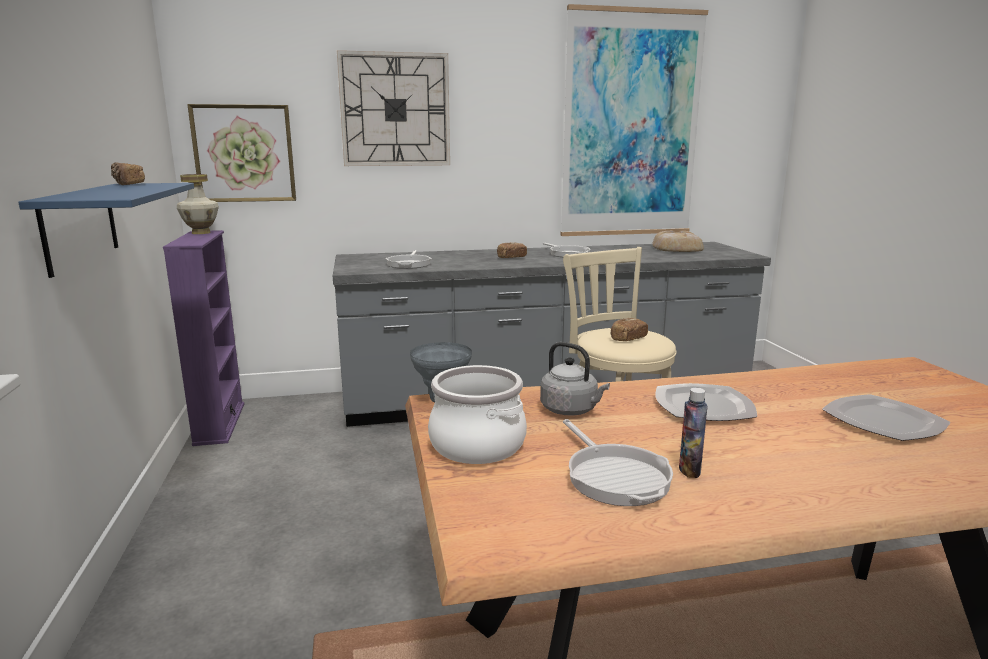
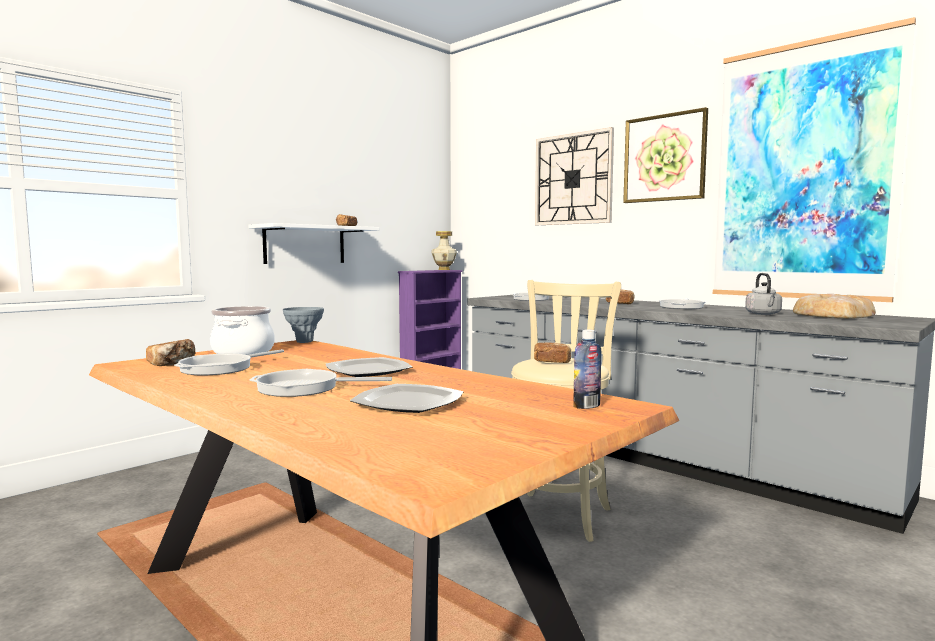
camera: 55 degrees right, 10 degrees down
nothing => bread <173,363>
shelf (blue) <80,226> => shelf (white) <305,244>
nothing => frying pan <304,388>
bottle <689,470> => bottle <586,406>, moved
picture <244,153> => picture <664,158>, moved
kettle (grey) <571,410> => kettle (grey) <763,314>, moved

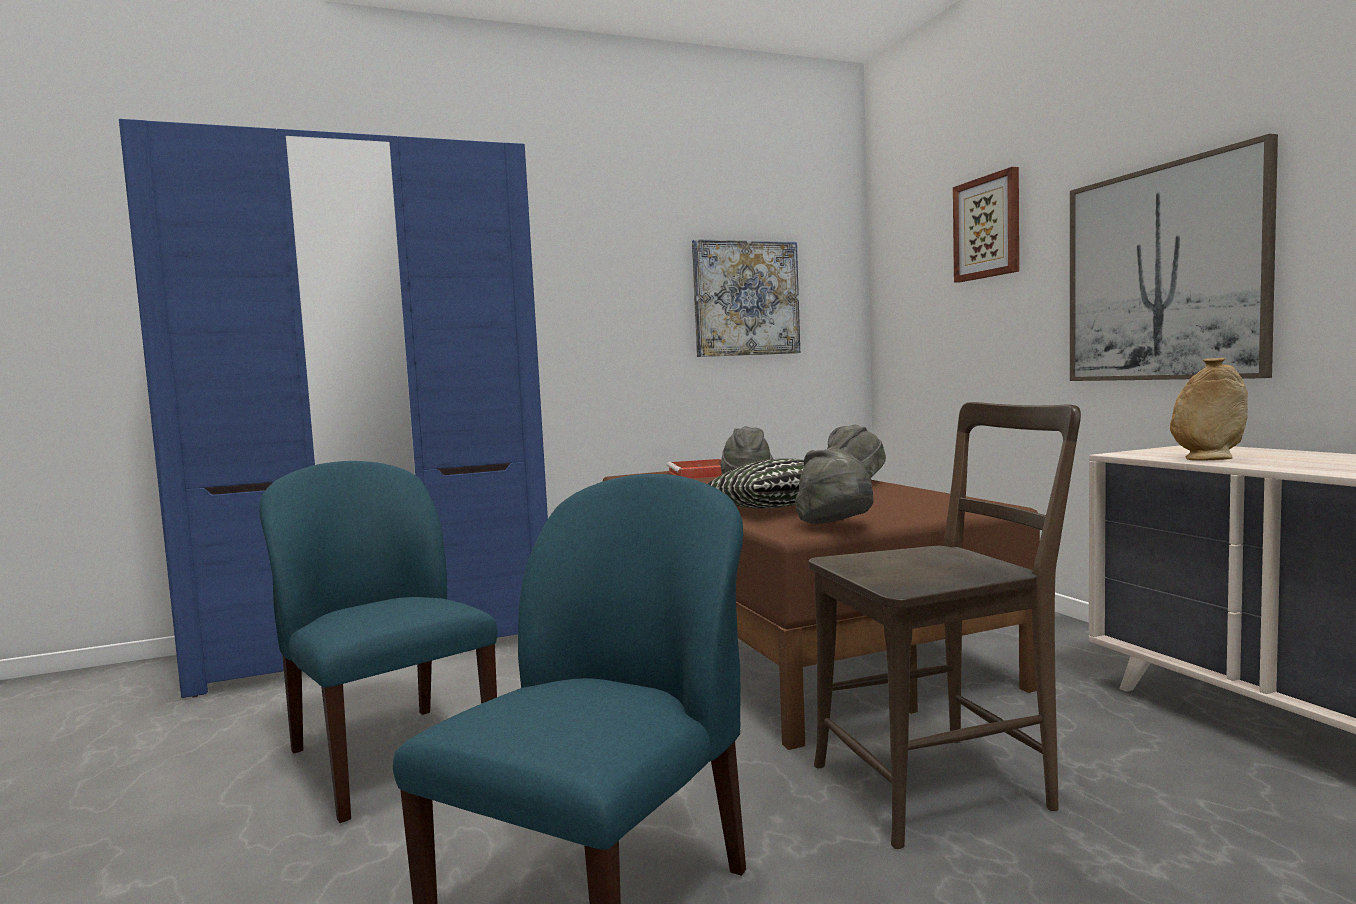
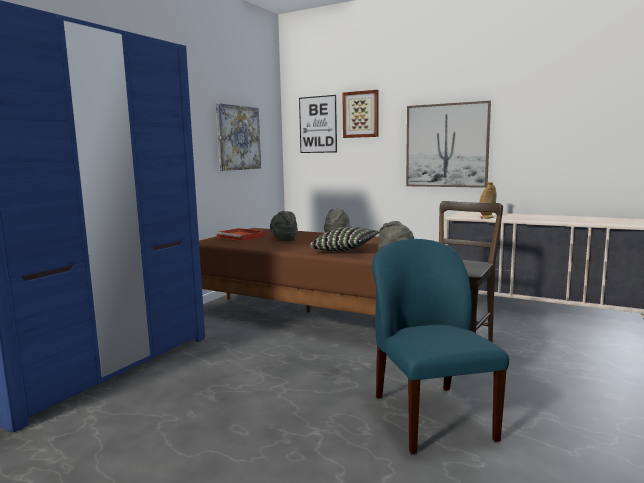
camera: 40 degrees left, 5 degrees up
nothing => picture <318,124>
chair (blue) <389,757> => nothing

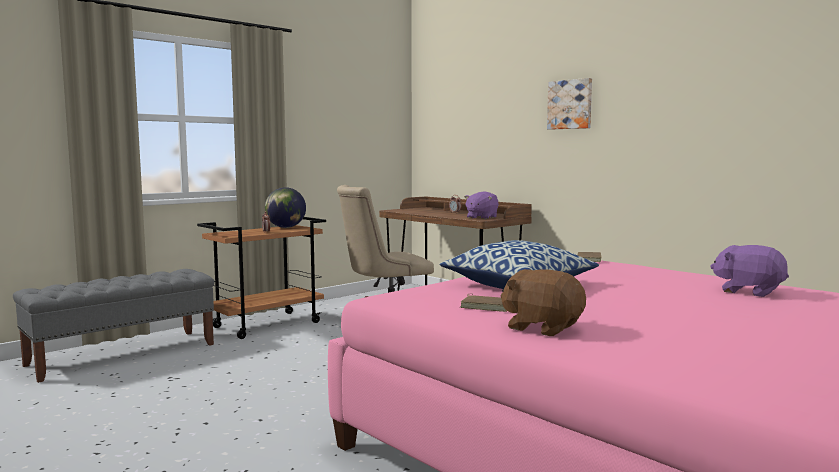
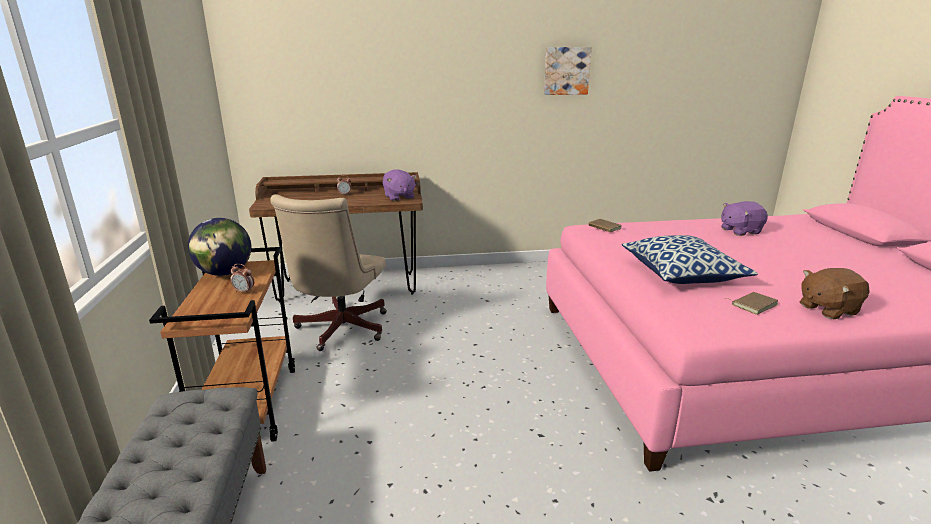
camera: 55 degrees left, 15 degrees up
picture <570,104> => picture <566,70>, moved

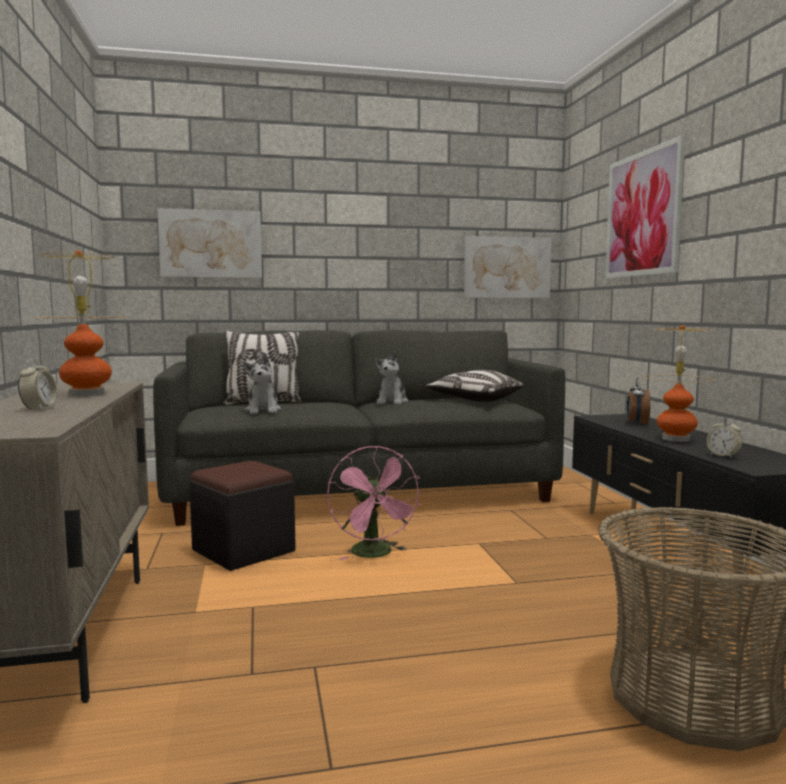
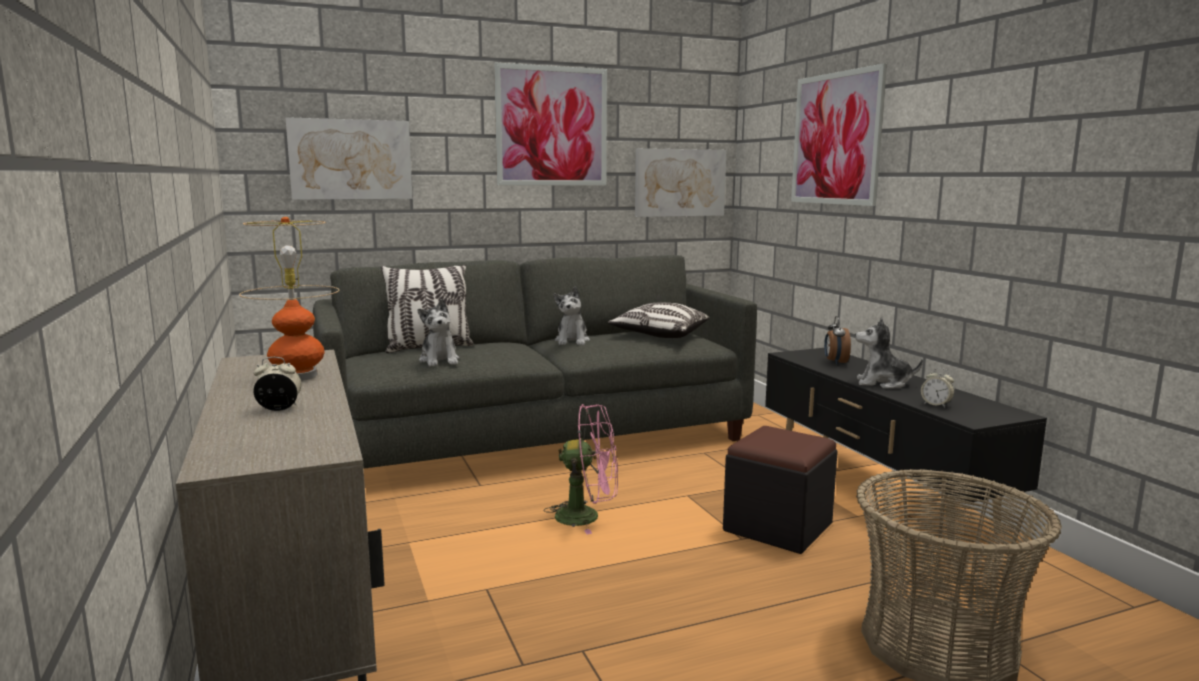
camera: 10 degrees left, 5 degrees up
alarm clock <39,408> => alarm clock <279,408>, 90 degrees counterclockwise
nothing => picture <552,126>
fan (pink) <375,554> => fan (pink) <587,516>, 60 degrees counterclockwise
ottoman (black) <243,550> => ottoman (black) <778,527>, moved
table lamp <676,439> => plush toy <883,383>

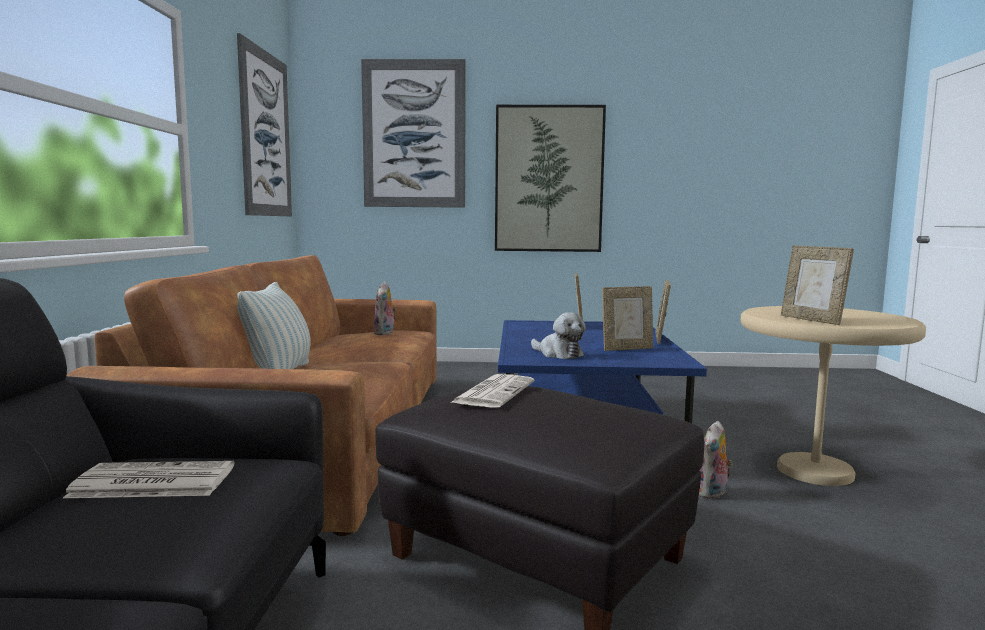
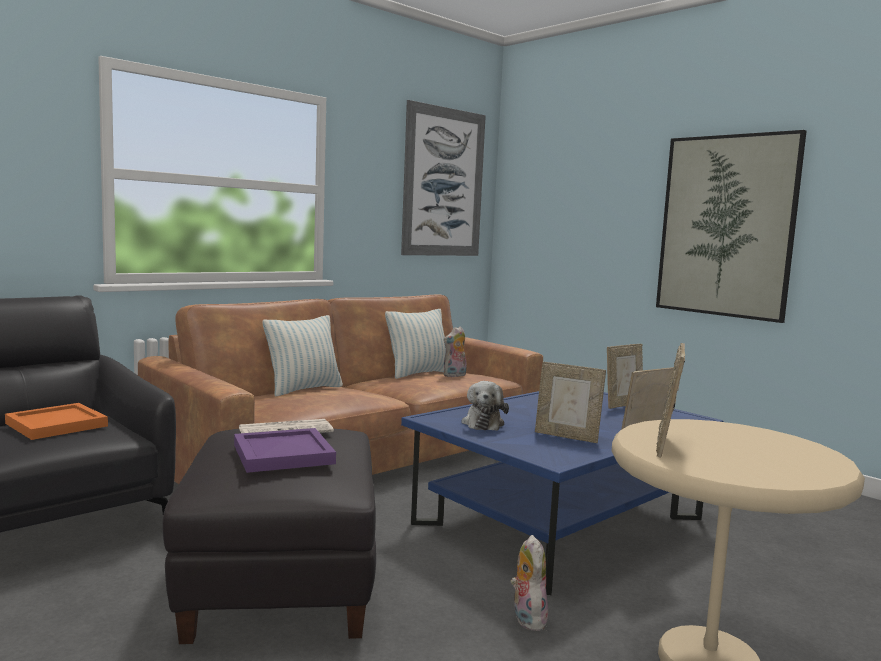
camera: 45 degrees right, 0 degrees up
newspaper <151,482> => tray (orange) <55,425>
nothing => tray (purple) <285,454>
nothing => pillow <418,373>
plush toy <713,494> => plush toy <526,618>, 90 degrees clockwise
picture <414,134> => nothing

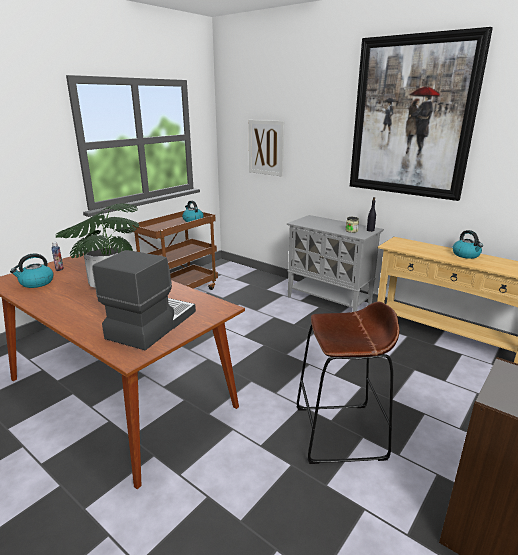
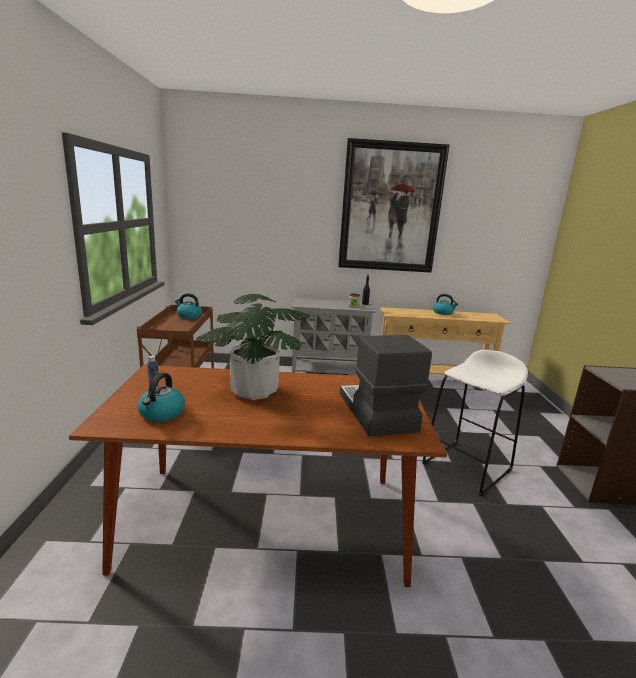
camera: 40 degrees left, 5 degrees down
stool (brown) <340,433> => stool (white) <467,467>
picture <266,147> => nothing

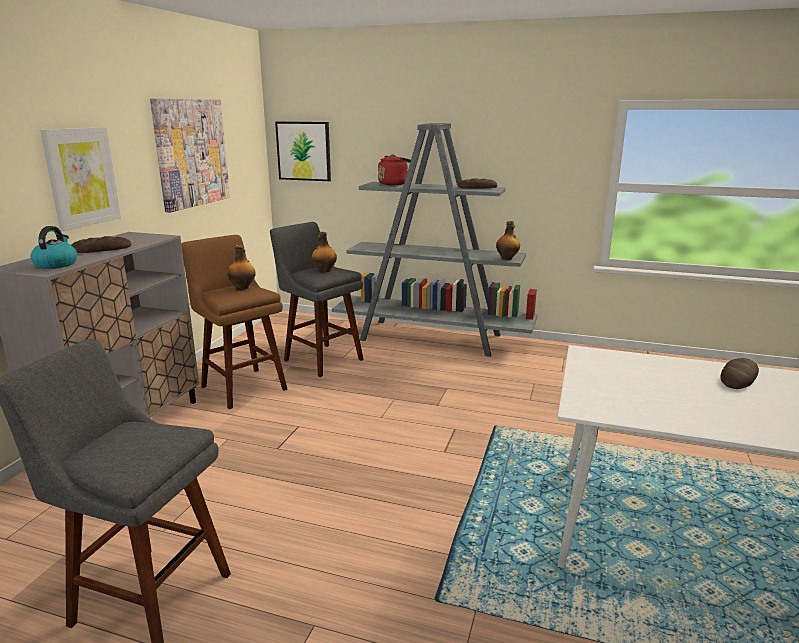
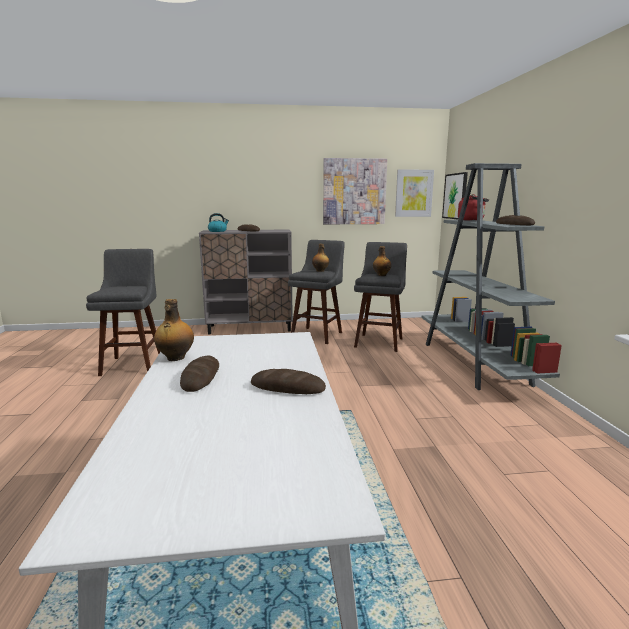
camera: 65 degrees right, 5 degrees down
bottle <507,258> => bottle <175,358>, moved
nothing => bread <200,377>
stool (brown) <241,386> => stool (grey) <317,334>
picture <82,177> => picture <414,193>, moved

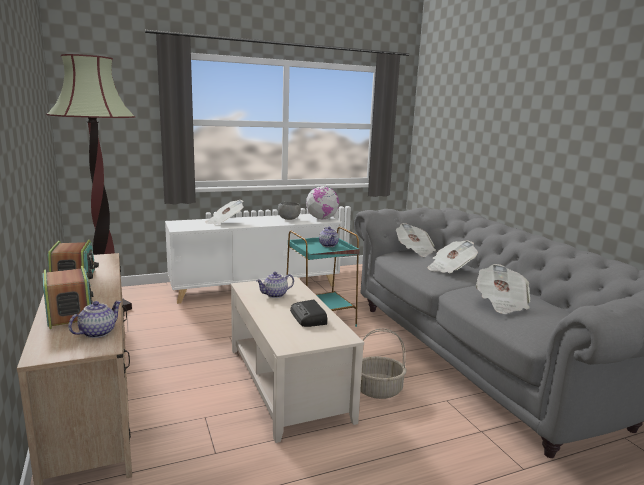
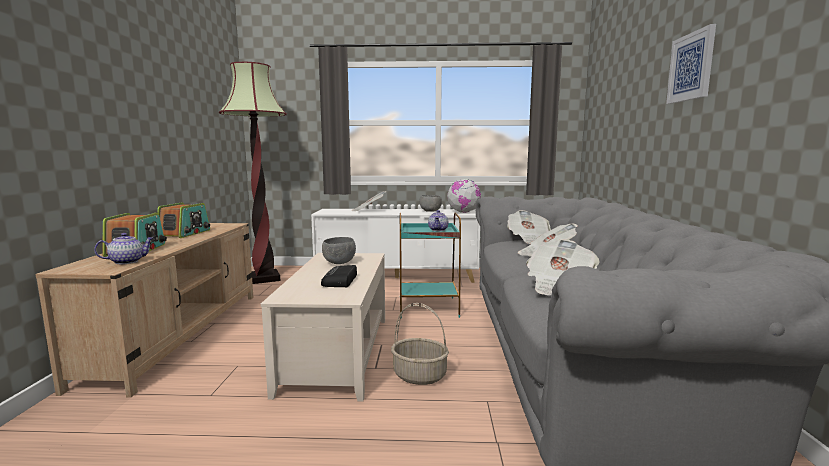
camera: 25 degrees right, 5 degrees down
teapot <275,295> => bowl (grey) <340,263>
nothing => picture <691,67>

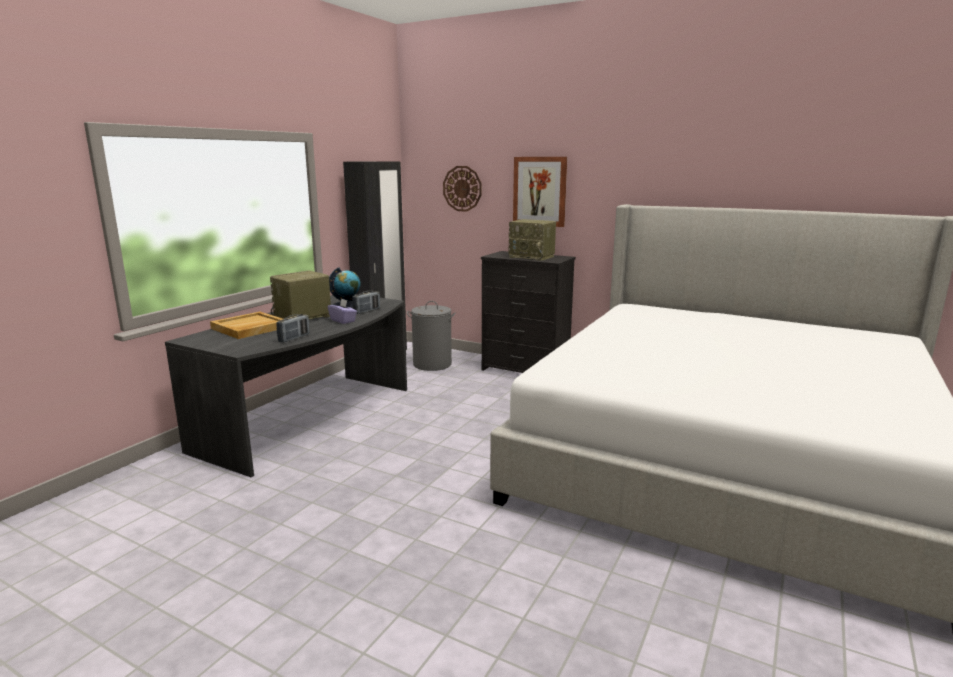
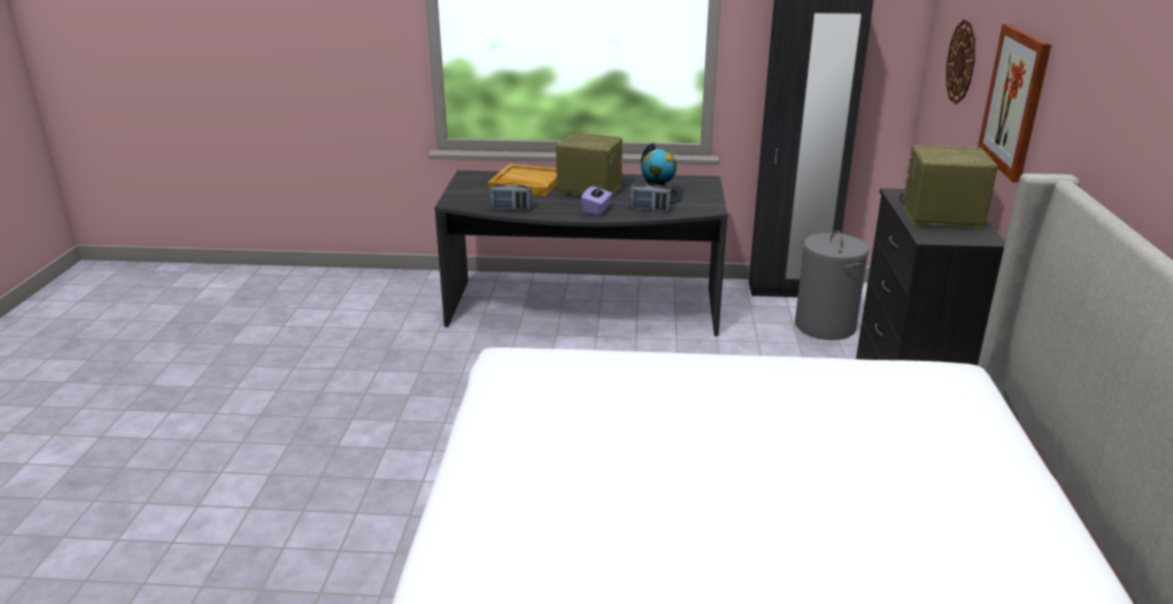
camera: 65 degrees right, 10 degrees up
radio <532,257> => radio <940,218>, 90 degrees clockwise

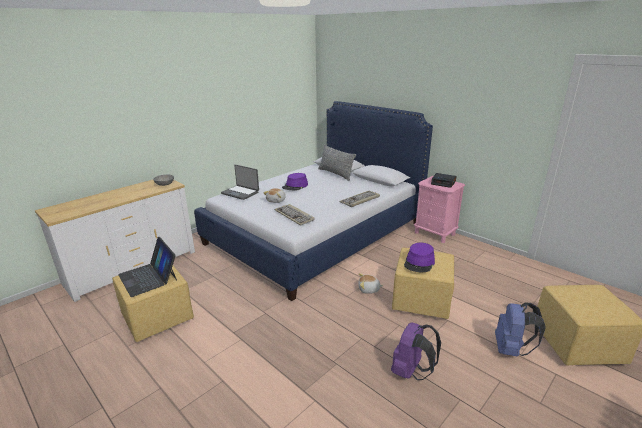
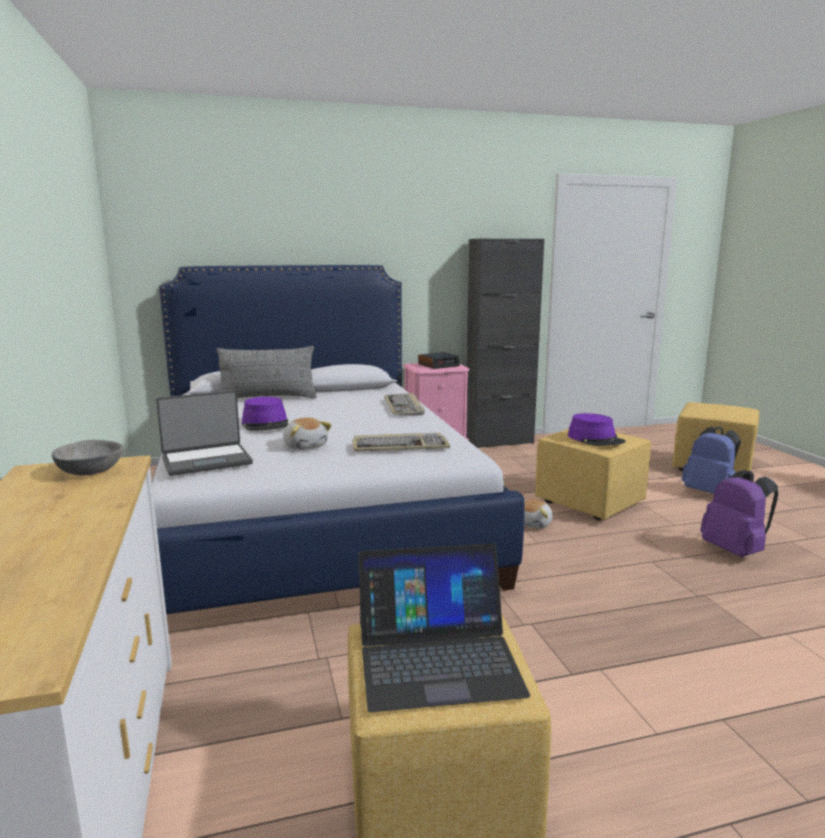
camera: 60 degrees left, 10 degrees down
nothing => cabinet (black) <499,442>

